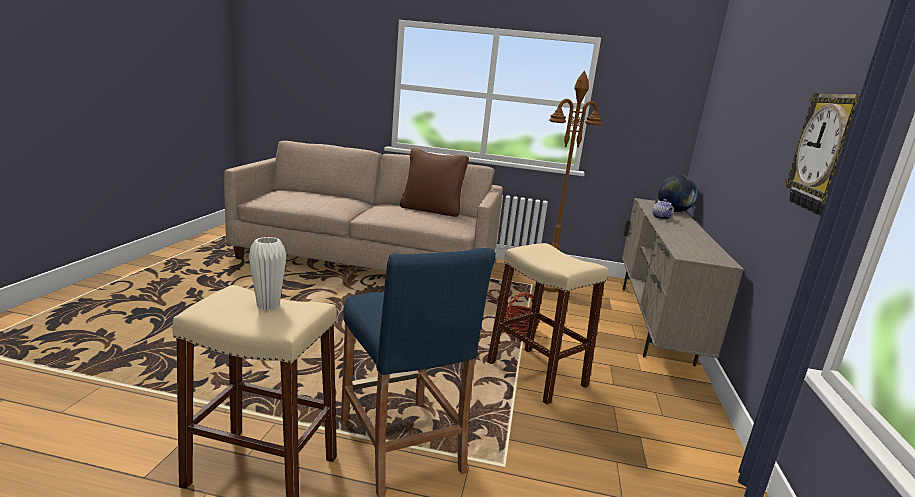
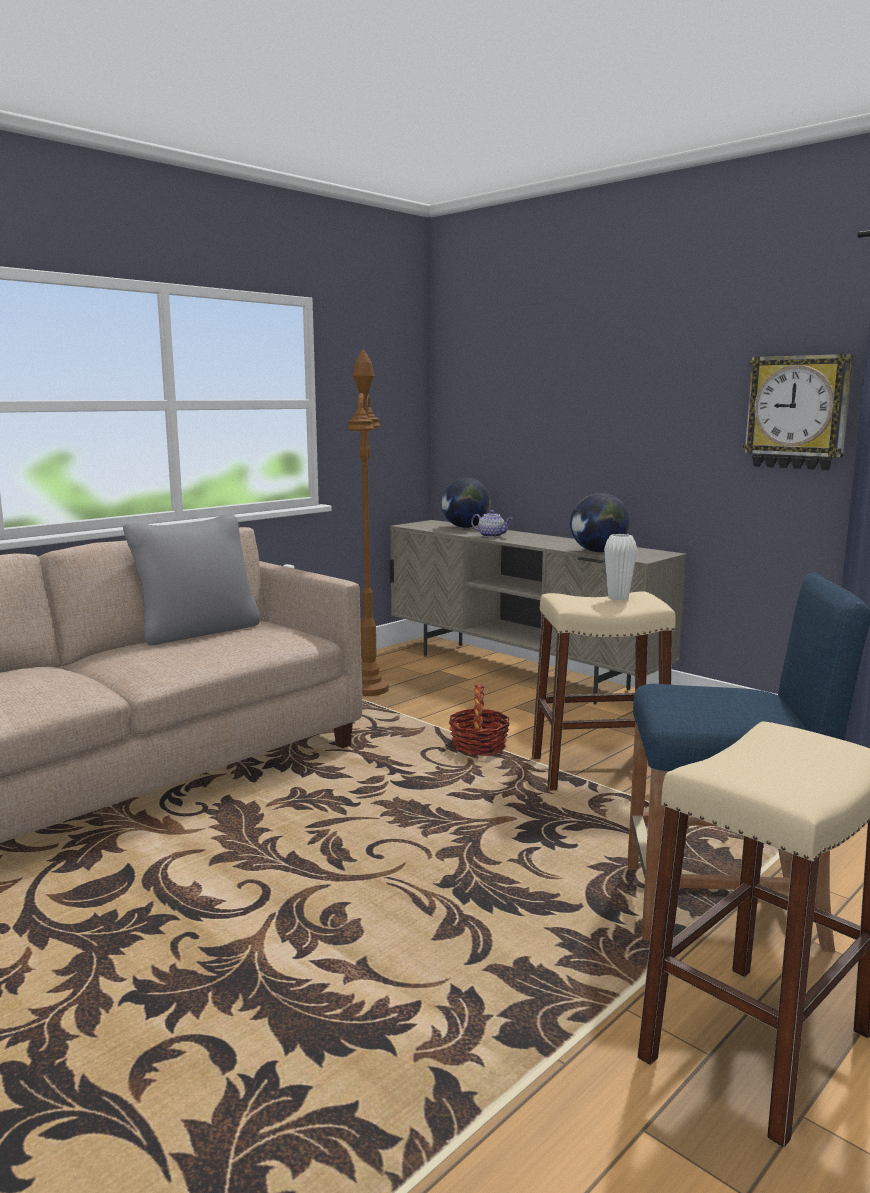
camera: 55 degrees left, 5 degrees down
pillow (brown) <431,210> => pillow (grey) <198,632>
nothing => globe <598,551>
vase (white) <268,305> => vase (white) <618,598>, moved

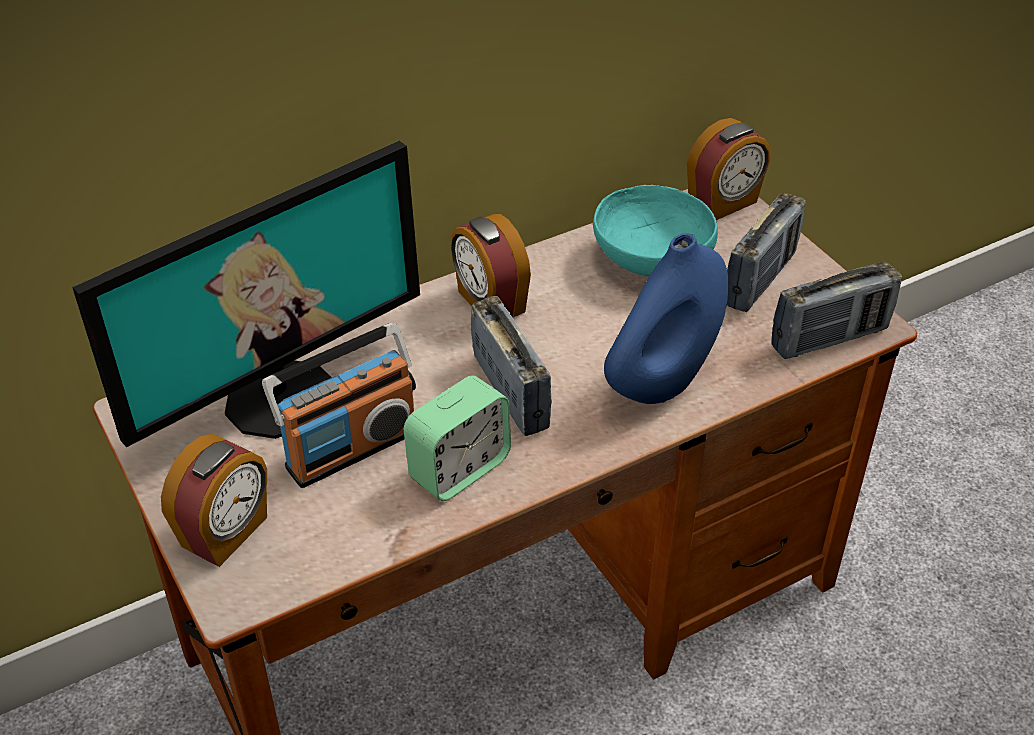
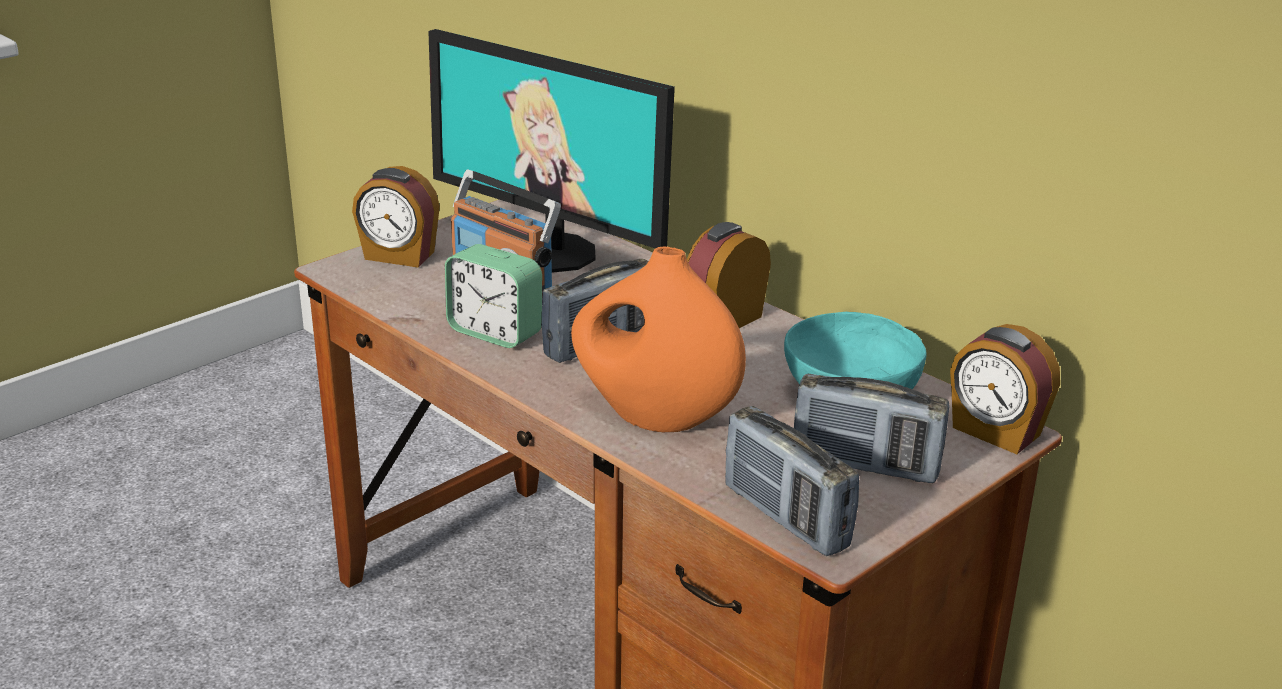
camera: 75 degrees right, 15 degrees down
vase (blue) <662,382> => vase (orange) <654,417>

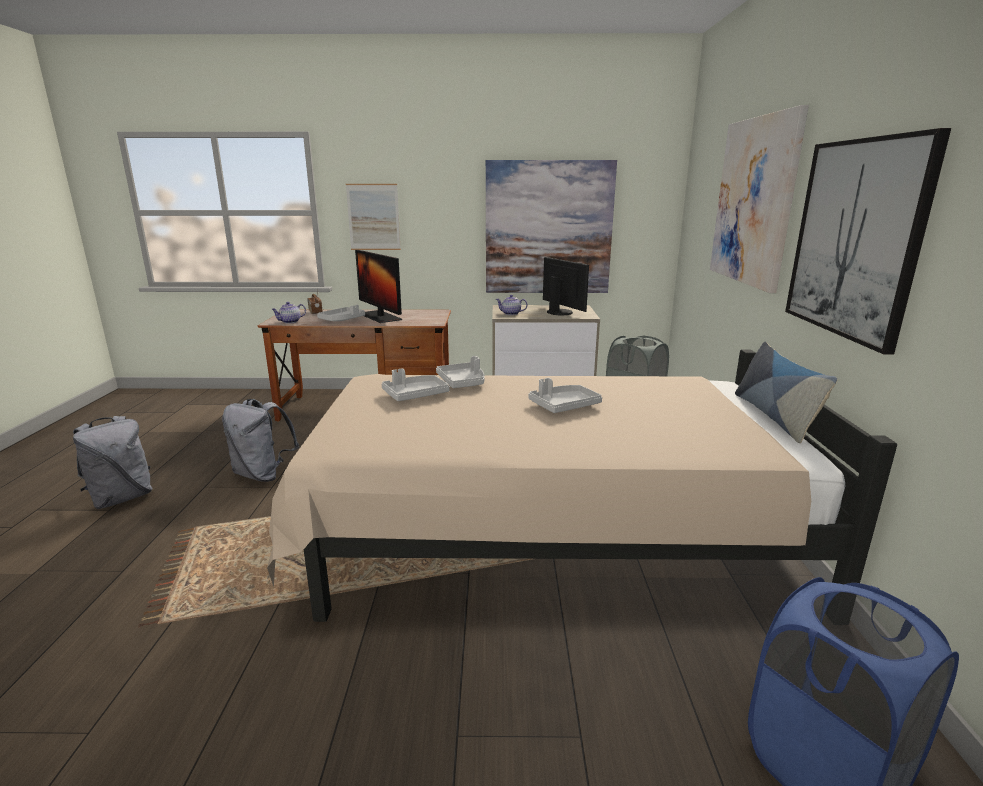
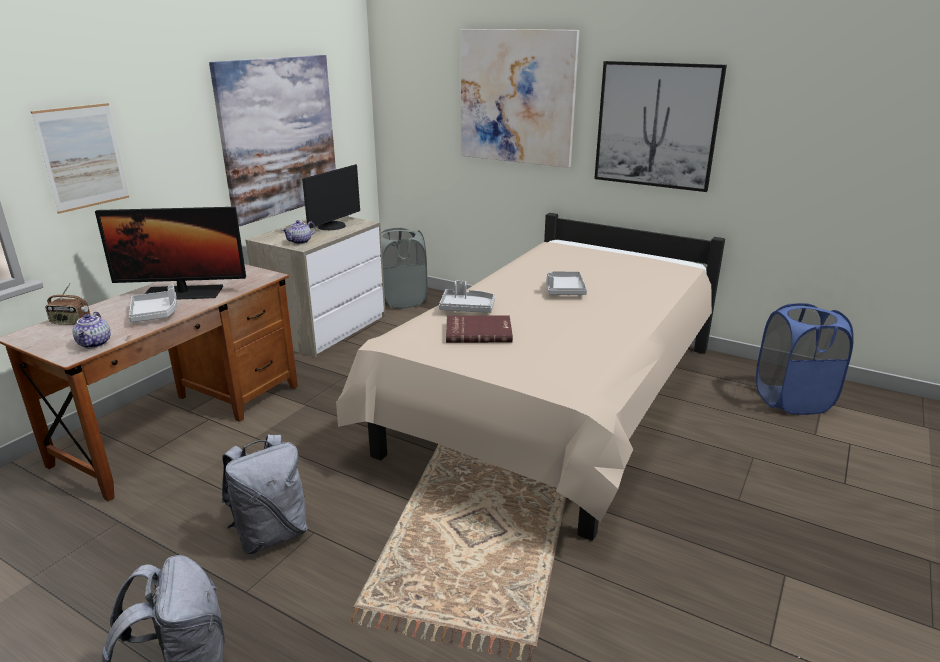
camera: 60 degrees left, 5 degrees up
monitor <561,312> => monitor <333,226>, 120 degrees clockwise
tray (grey) <415,395> => book (red) <478,331>
pillow <774,416> => nothing

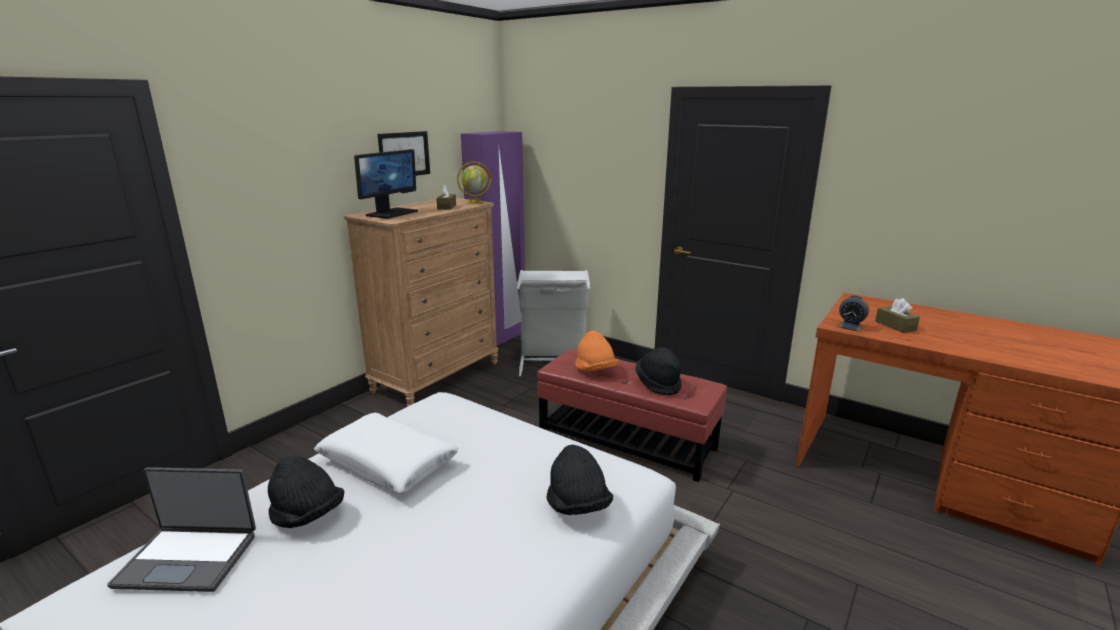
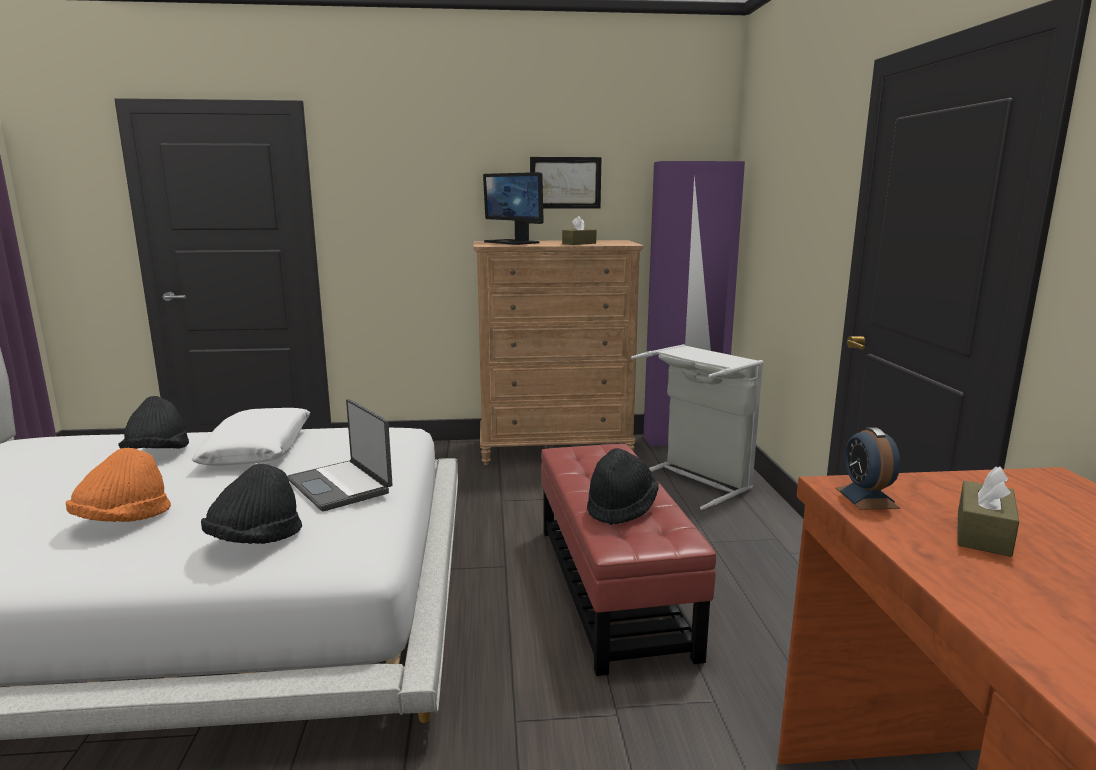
camera: 50 degrees right, 5 degrees down
hat (orange) <595,370> => hat (orange) <123,520>, moved
laptop <189,558> => laptop <341,486>, moved
monitor <391,213> => monitor <512,242>, 60 degrees clockwise
globe <475,203> => nothing

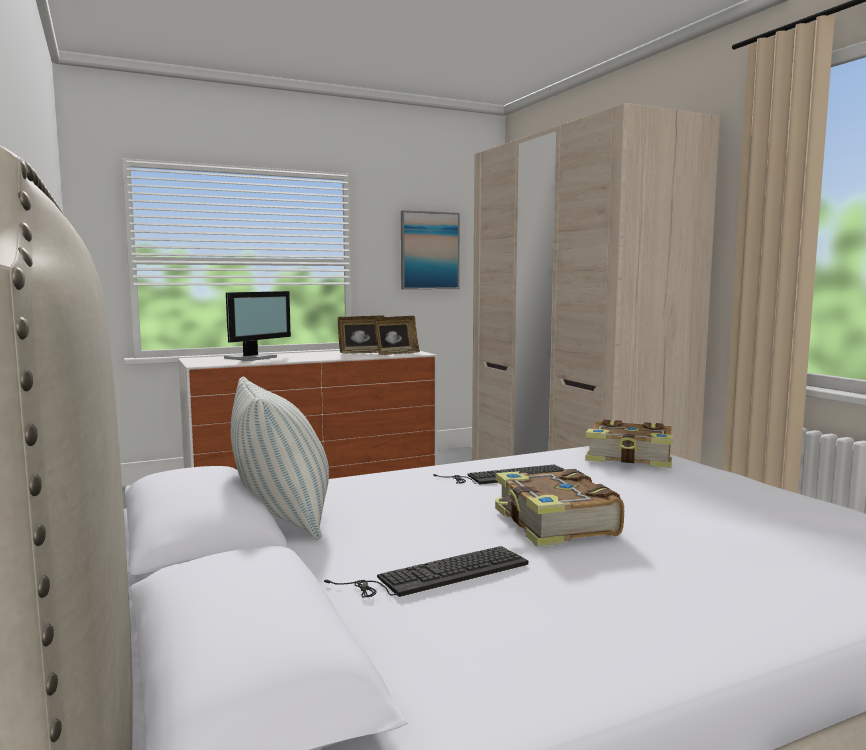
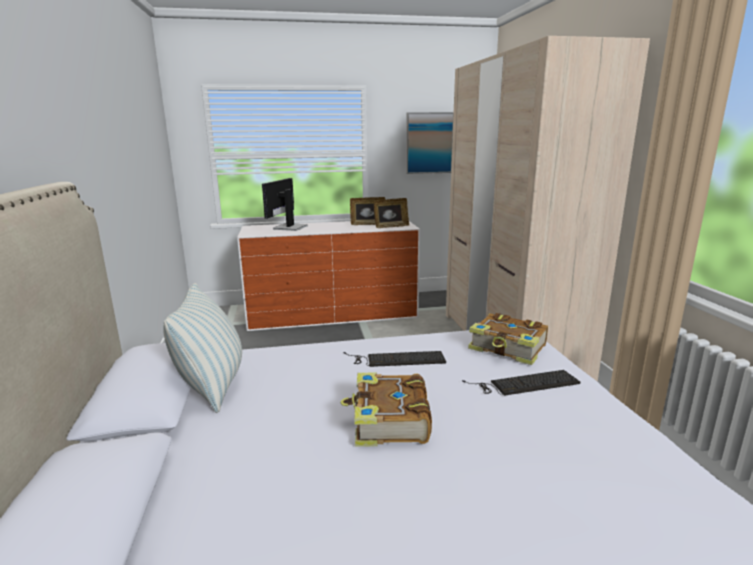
camera: 15 degrees right, 10 degrees up
monitor <252,358> => monitor <288,227>, 150 degrees clockwise
keyboard <435,574> => keyboard <524,383>, moved

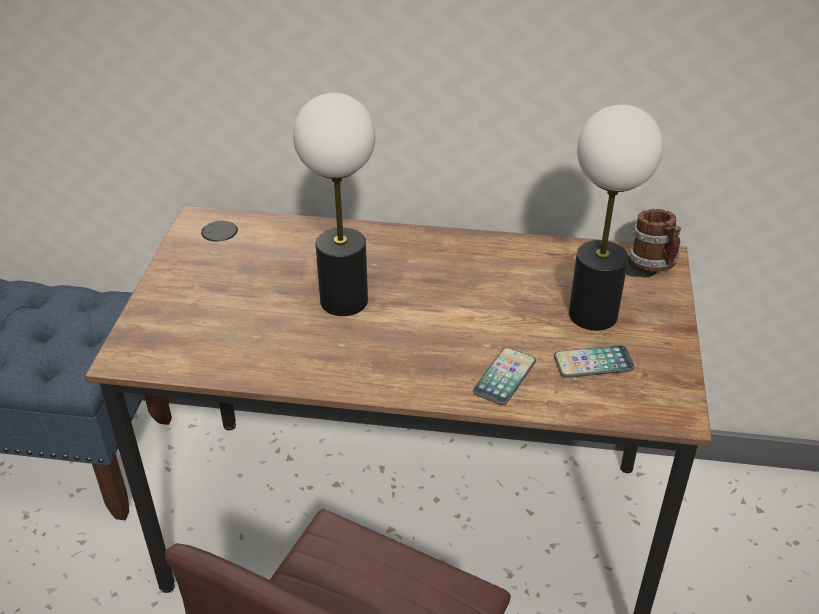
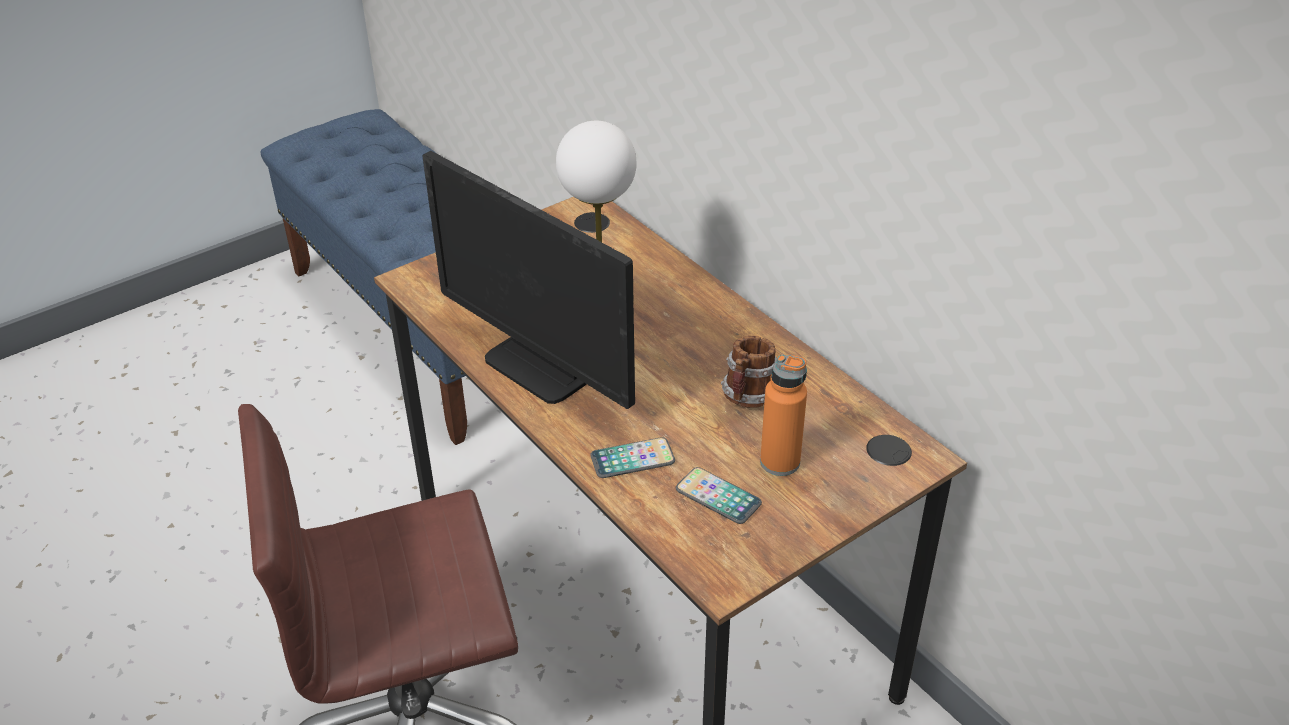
camera: 45 degrees right, 0 degrees up
nothing => monitor <541,366>
mug <654,265> => mug <748,398>, moved
table lamp <593,315> => bottle (orange) <780,462>

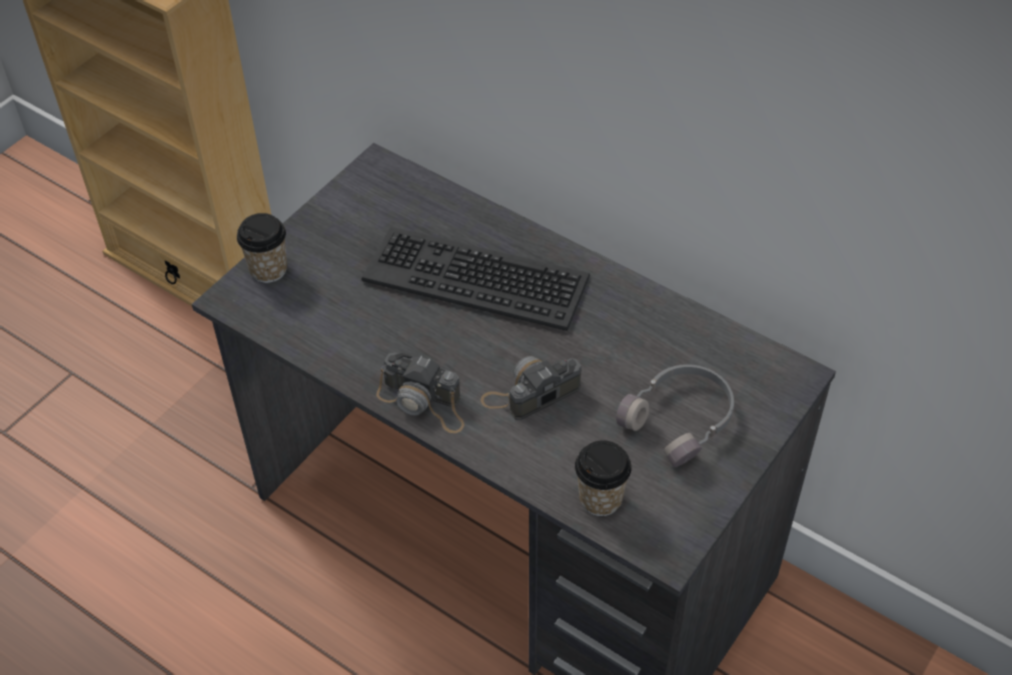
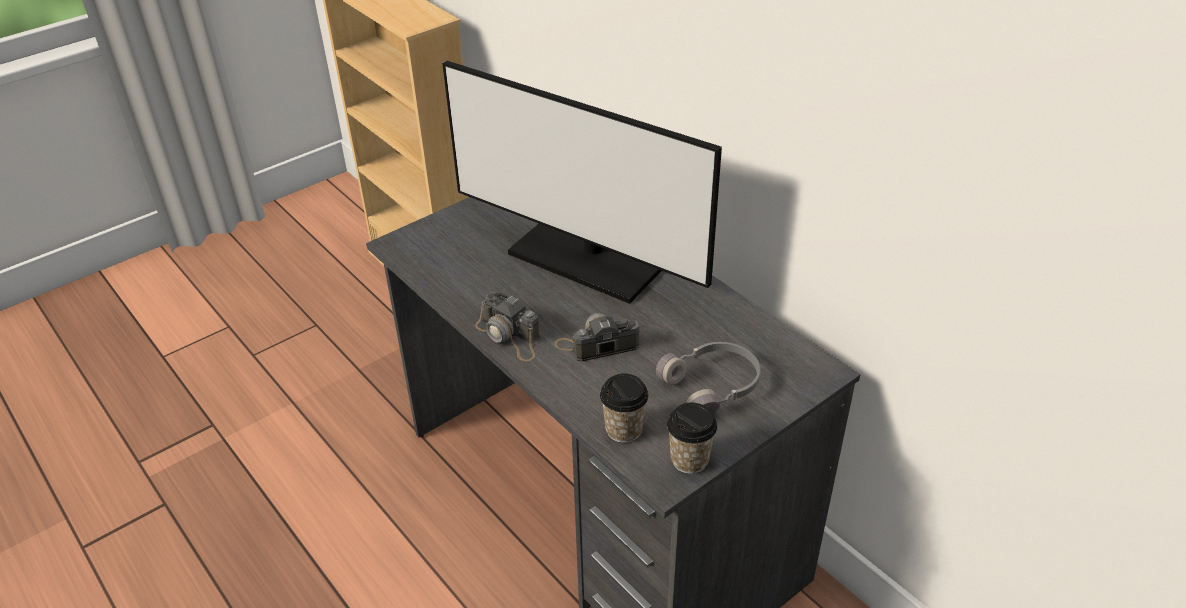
camera: 15 degrees right, 10 degrees down
keyboard <476,278> => monitor <586,260>
cup <268,269> => cup <689,460>, moved

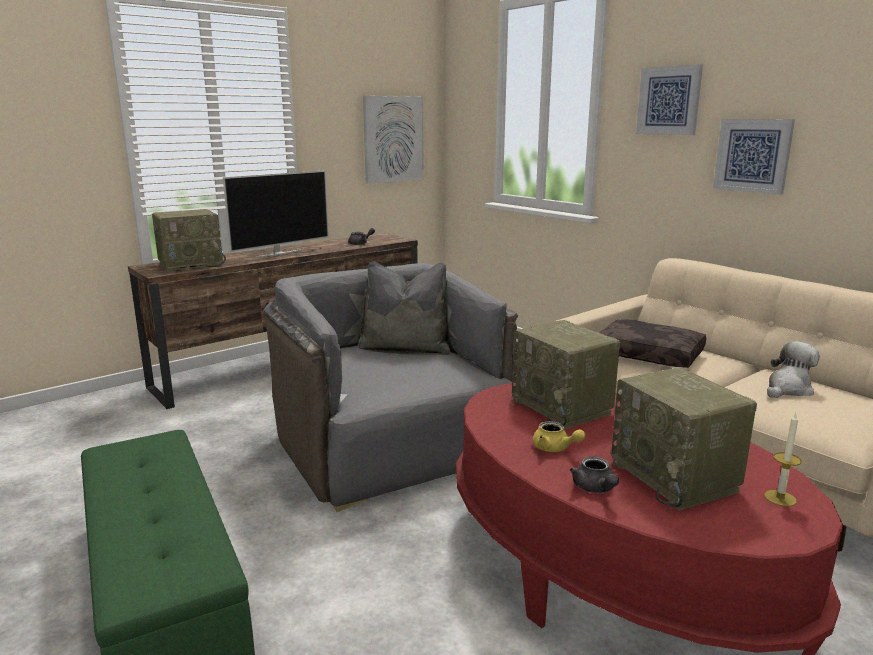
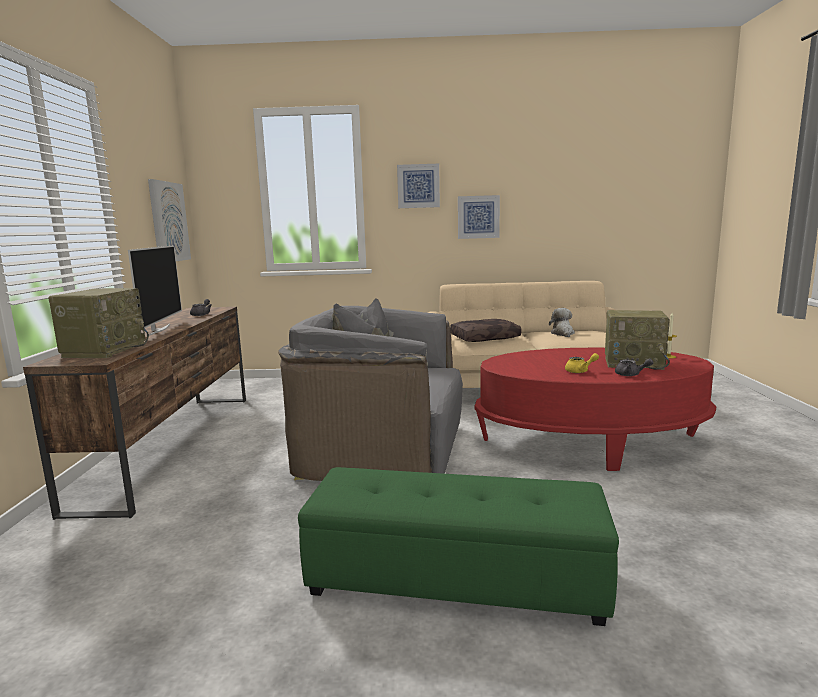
camera: 50 degrees left, 5 degrees down
radio <563,407> => nothing

